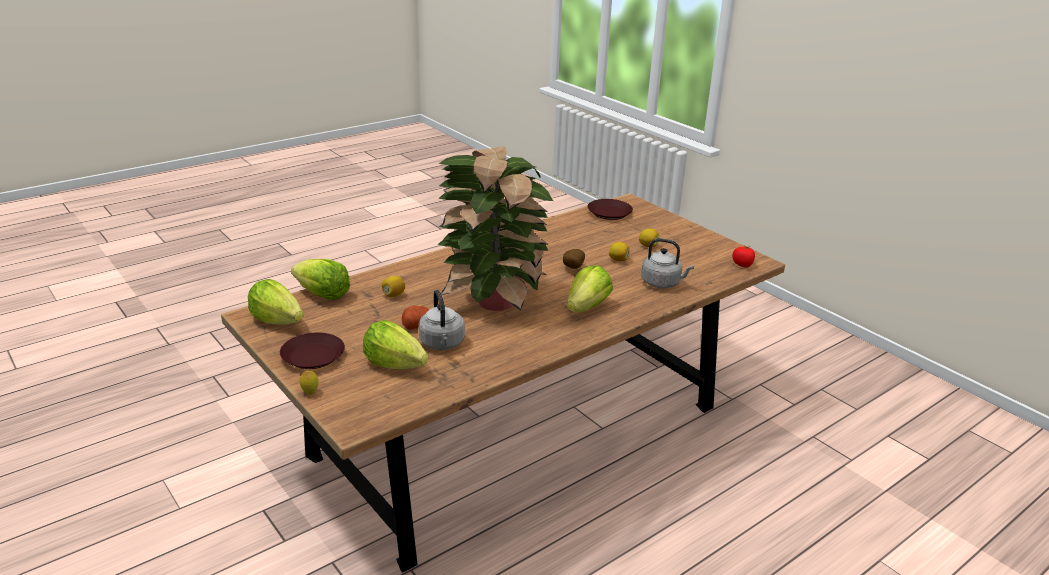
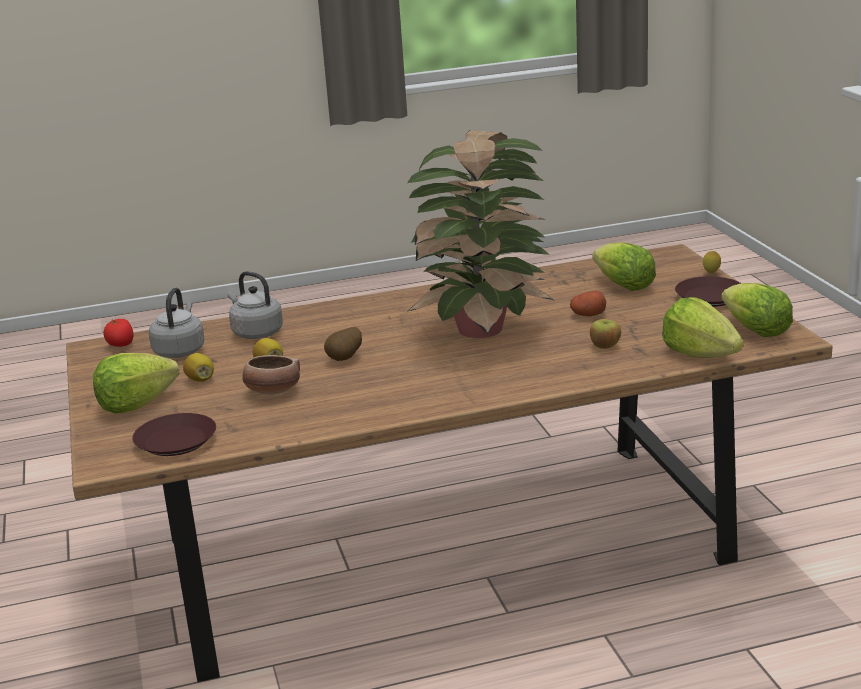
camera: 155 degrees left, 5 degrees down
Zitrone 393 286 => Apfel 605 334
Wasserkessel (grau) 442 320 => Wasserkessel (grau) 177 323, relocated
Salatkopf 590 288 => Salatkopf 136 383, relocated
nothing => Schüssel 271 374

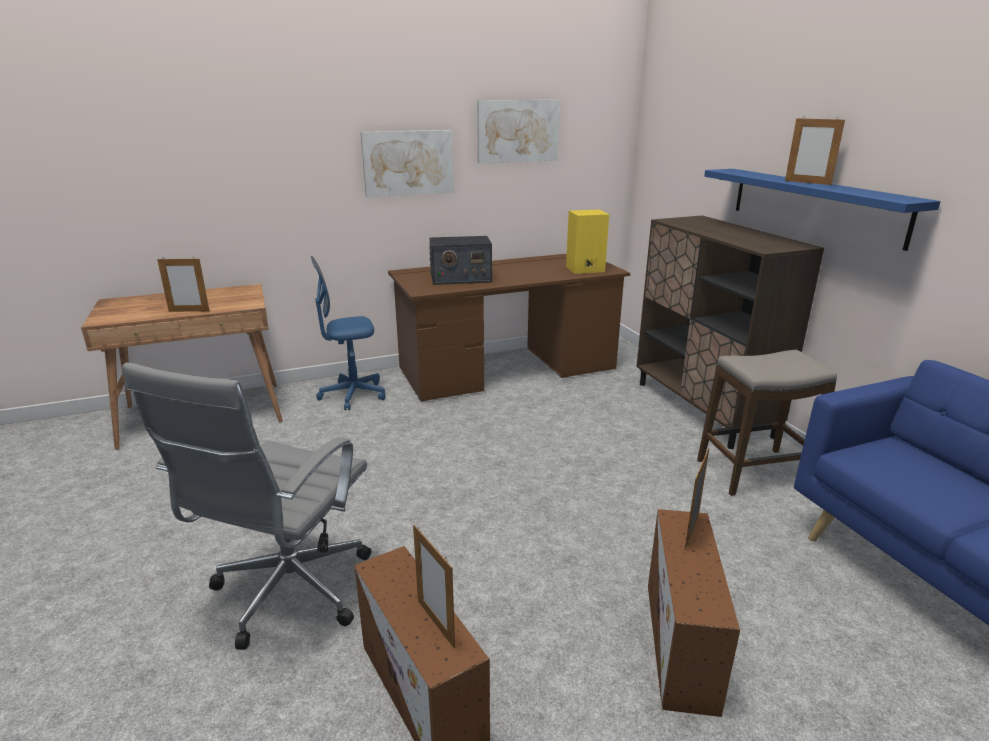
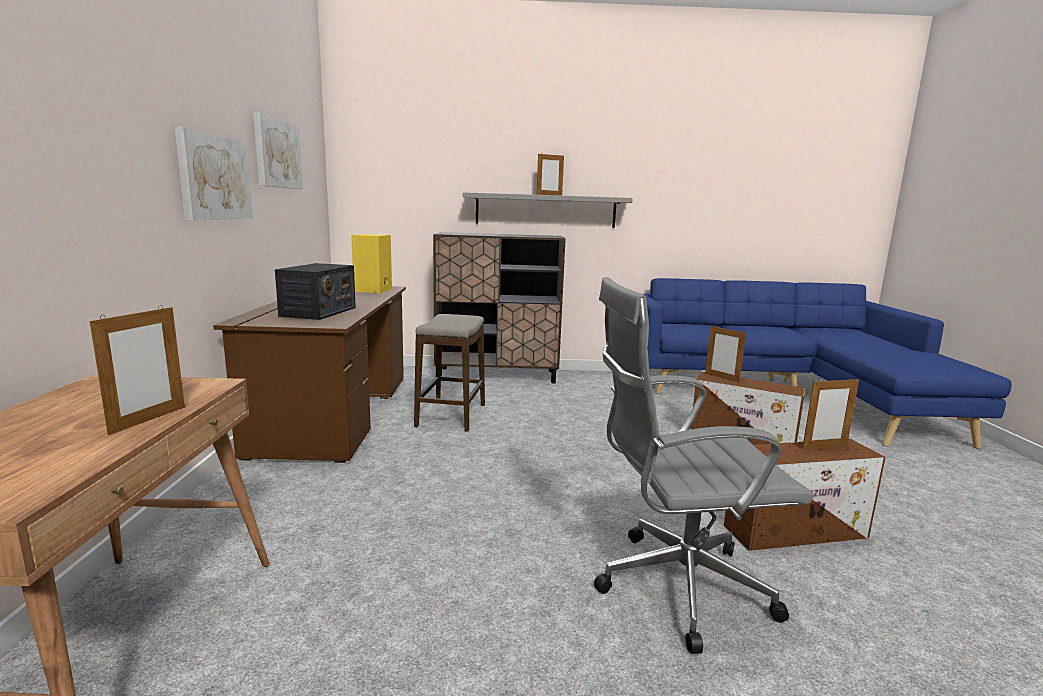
camera: 70 degrees left, 10 degrees down
Bürostuhl (grau) 246 506 => Bürostuhl (grau) 703 465, 135 degrees clockwise
Bürostuhl (blau) 348 333 => nothing
Hocker 767 423 => Hocker 449 373, relocated
Wandregal (blau) 822 210 => Wandregal (grau) 548 210

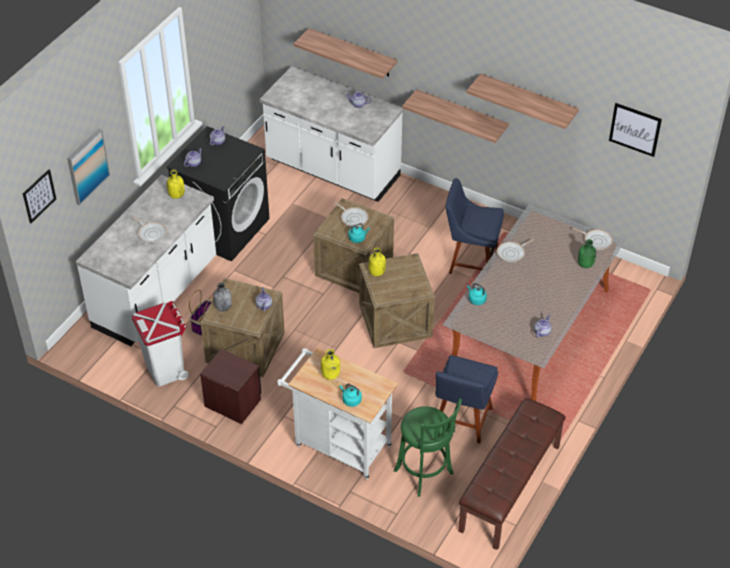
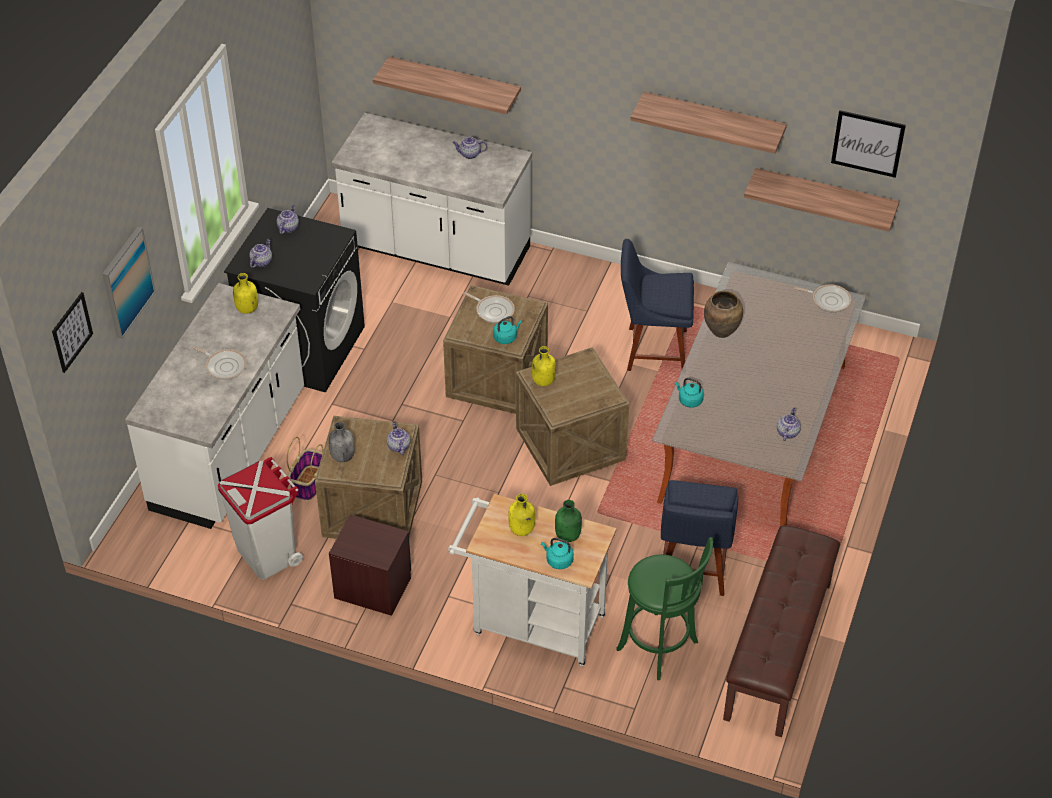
camera: 10 degrees left, 0 degrees up
Wandregal 455 116 => Wandregal 821 199, relocated
Pfanne 515 251 => Vase (braun) 723 314
Flasche (grün) 587 253 => Flasche (grün) 568 521, relocated

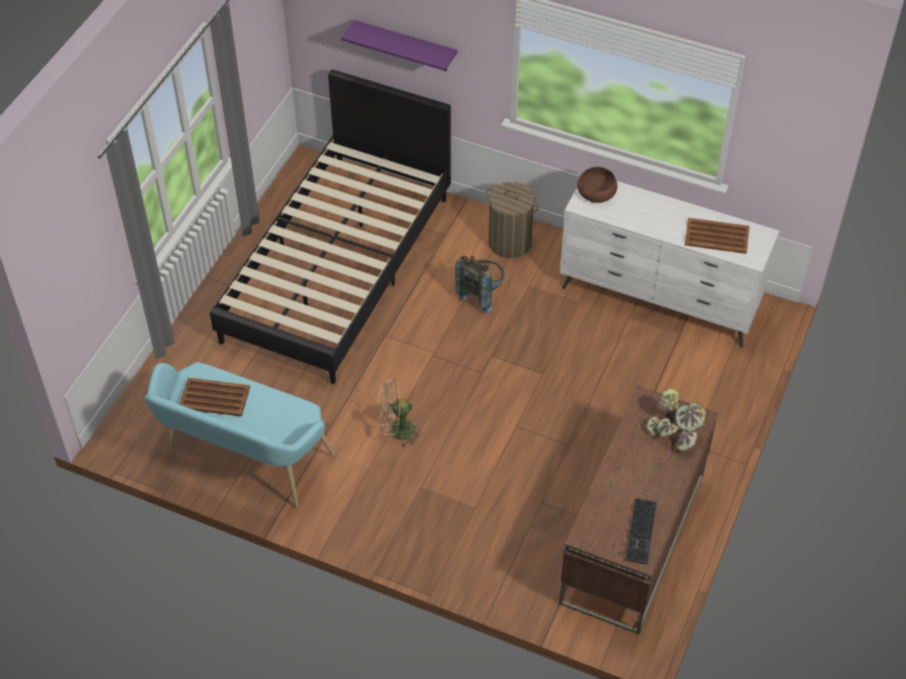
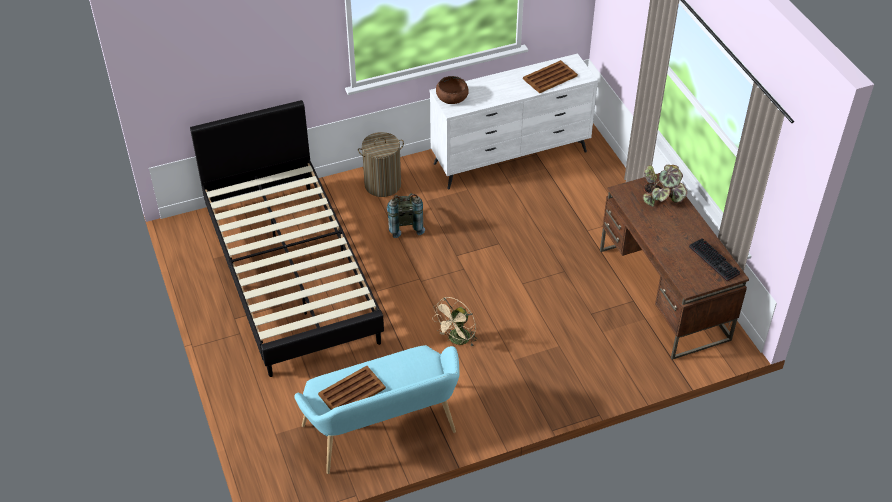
camera: 45 degrees left, 5 degrees down
Wandregal (lila) 399 45 => nothing

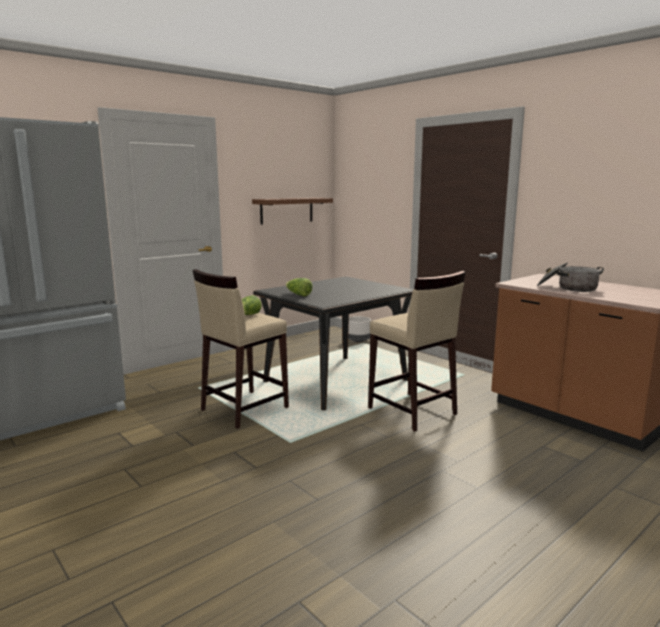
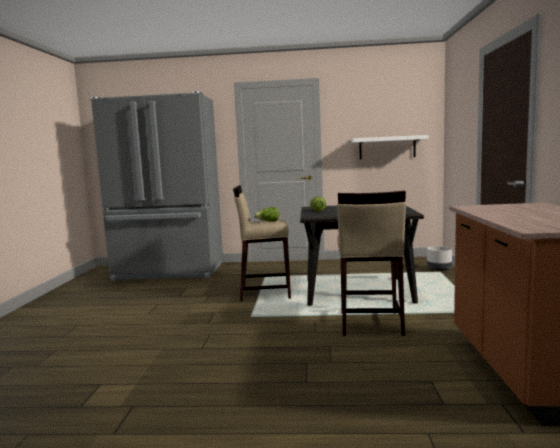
camera: 45 degrees right, 5 degrees down
Wandregal (braun) 292 211 => Wandregal (weiß) 390 147
Kochtopf 570 277 => nothing

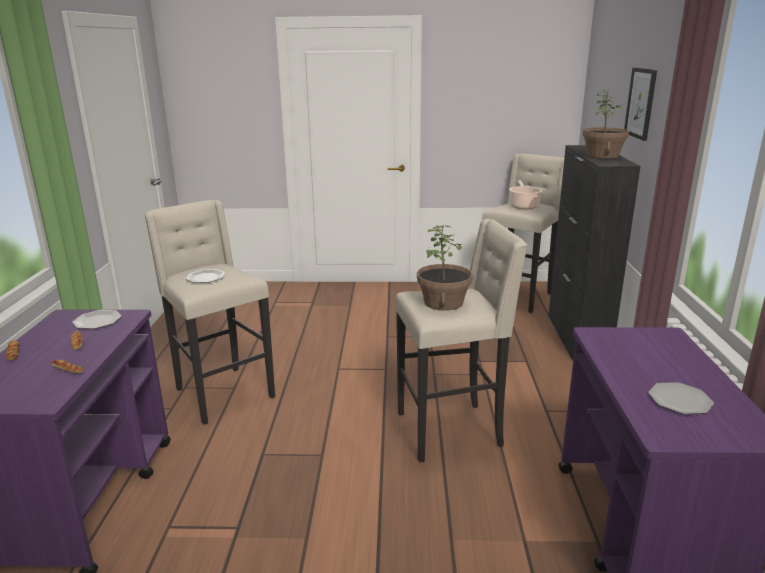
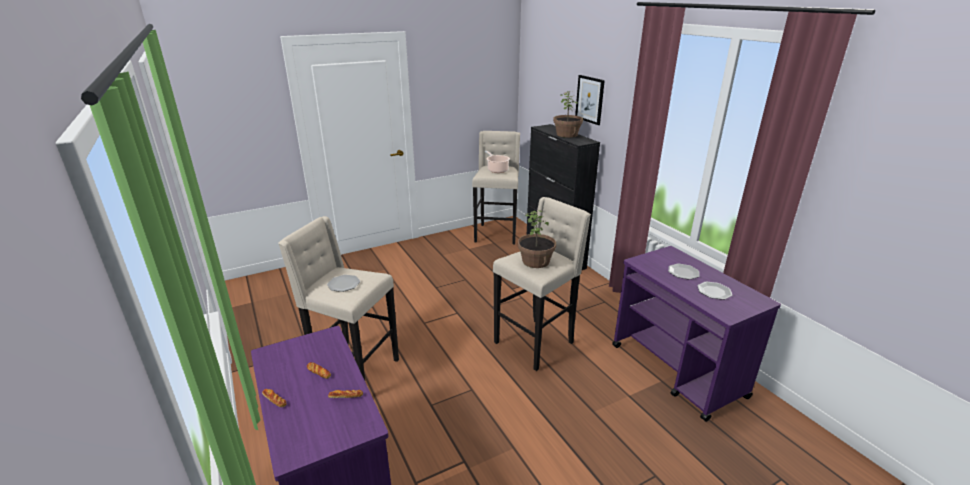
camera: 30 degrees left, 5 degrees up
Teller 97 319 => Teller 684 271, relocated

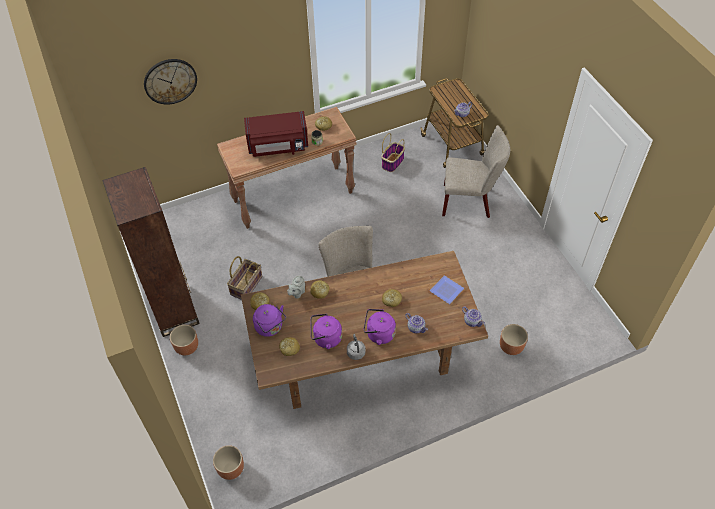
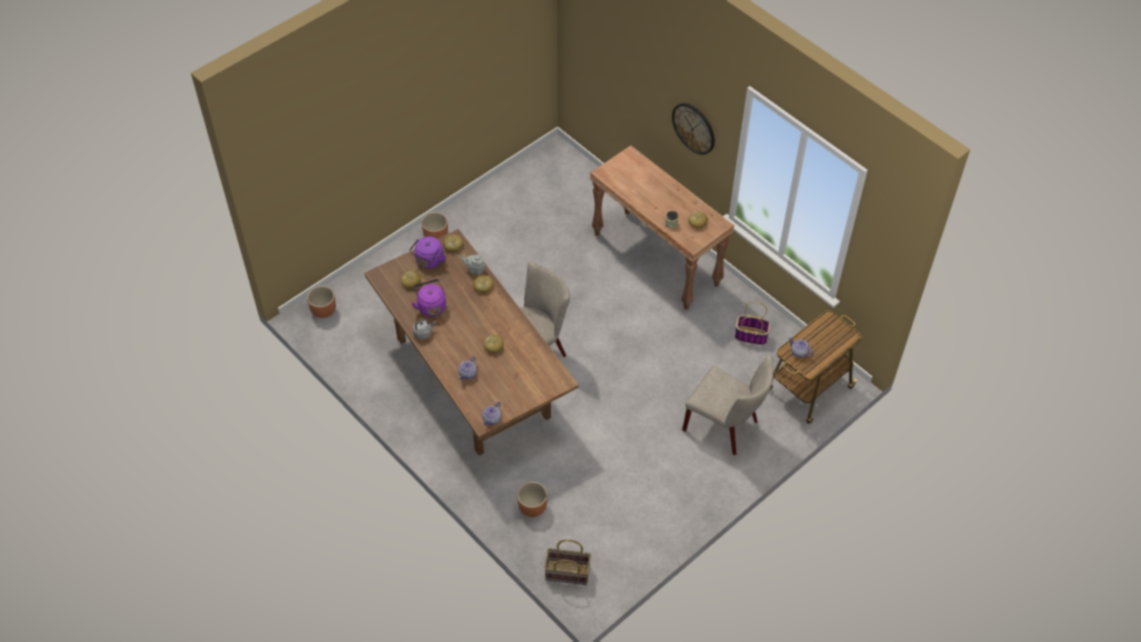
camera: 70 degrees right, 0 degrees up
Bücherregal (braun) 151 252 => nothing
Wanduhr 170 82 => Wanduhr 693 129, relocated
Korb 244 278 => Korb 567 562, relocated
Mikrowelle (rot) 276 134 => nothing
Wasserkessel (lila) 380 327 => nothing
Teller 447 289 => nothing
Stuhl (beige) 476 171 => Stuhl (beige) 728 404, 45 degrees counterclockwise

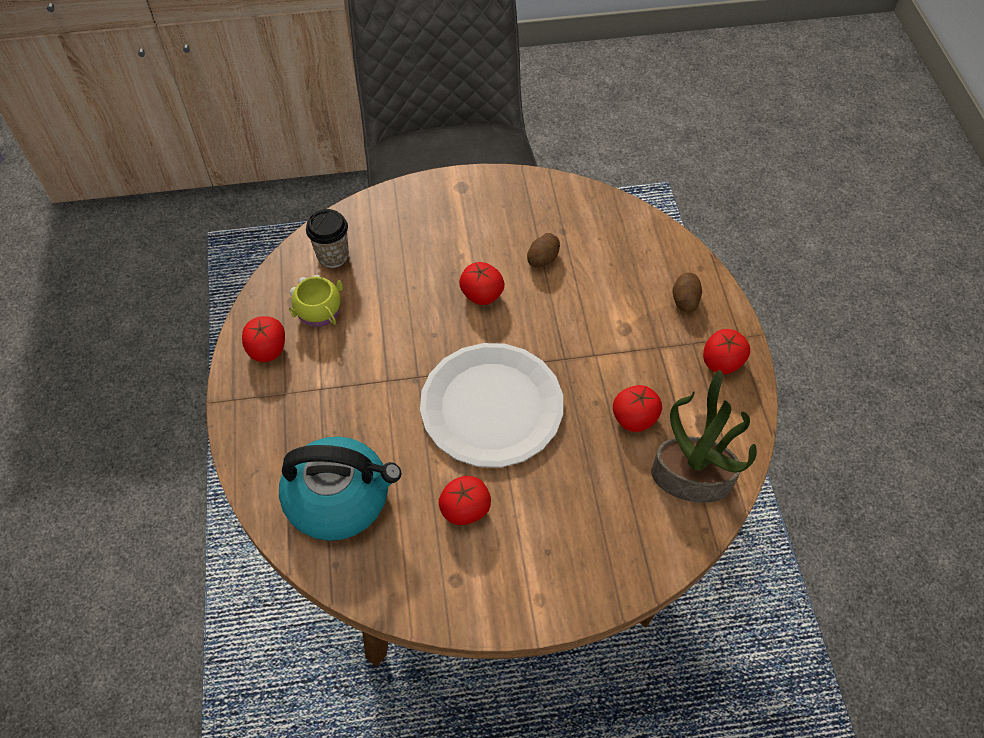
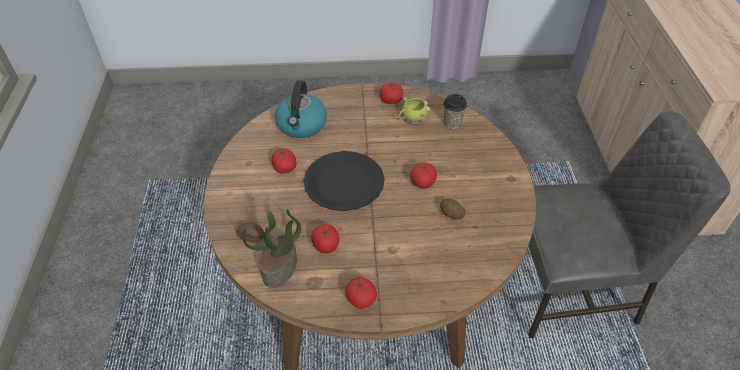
camera: 95 degrees right, 10 degrees down
Teller (weiß) 491 405 => Teller (schwarz) 344 181
Kartoffel 687 292 => Kartoffel 250 233, relocated

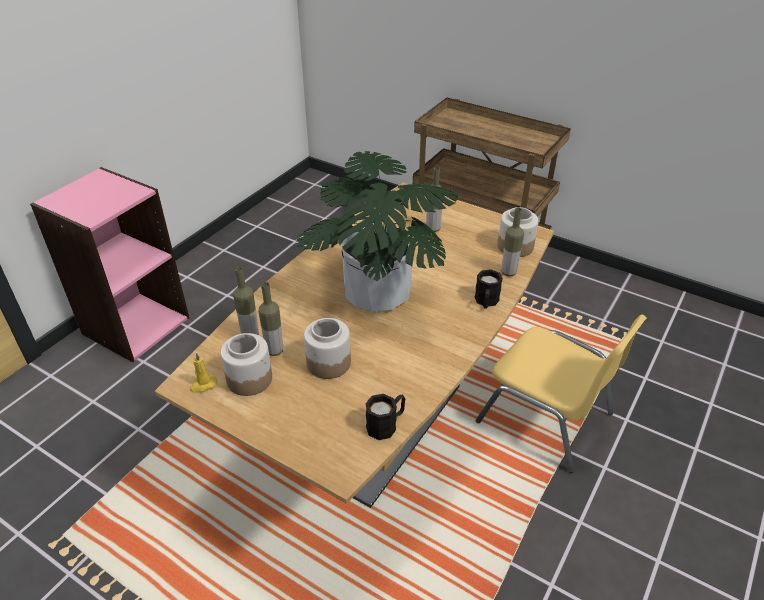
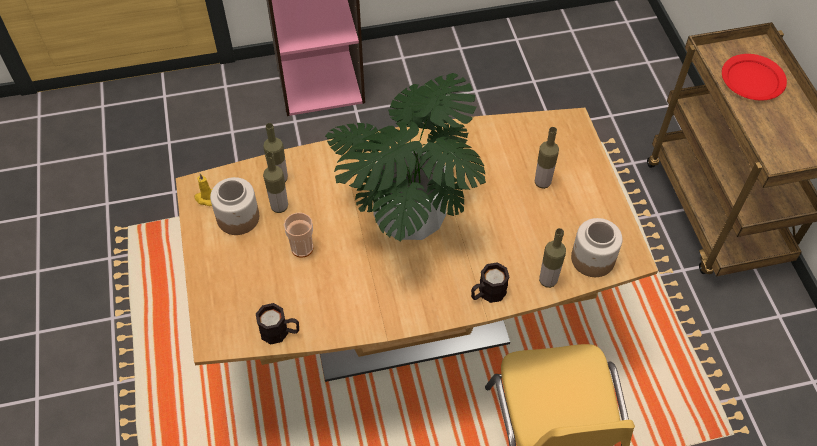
camera: 45 degrees right, 15 degrees up
Vorratsglas 327 348 => Tasse 299 235
nothing => Teller (rot) 754 77

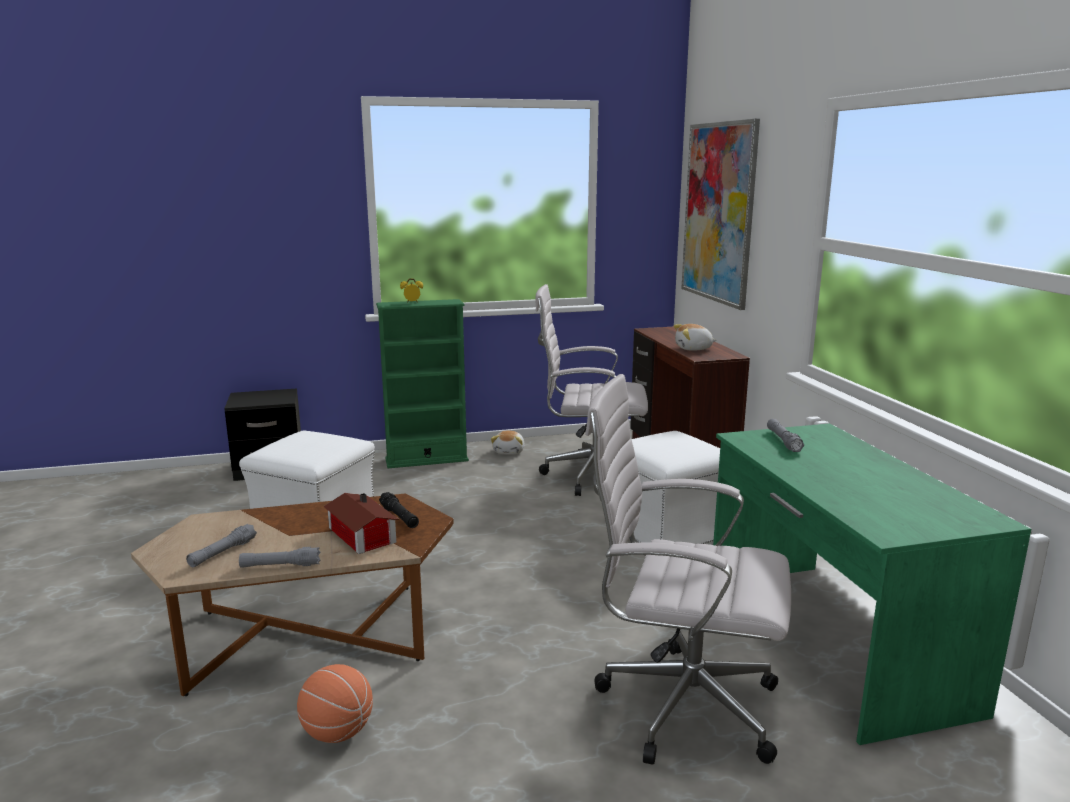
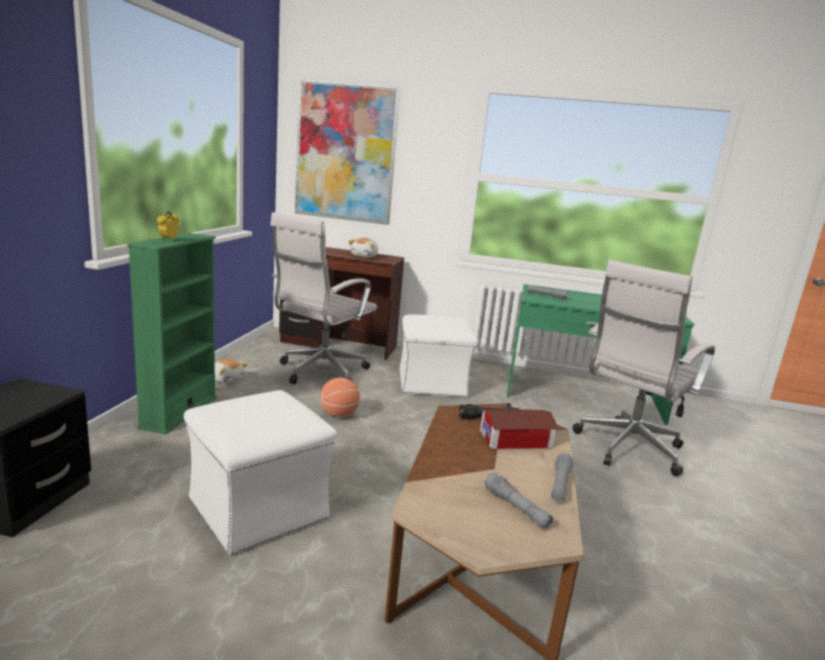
camera: 65 degrees left, 0 degrees up
Basketball 335 703 => Basketball 340 397, relocated

